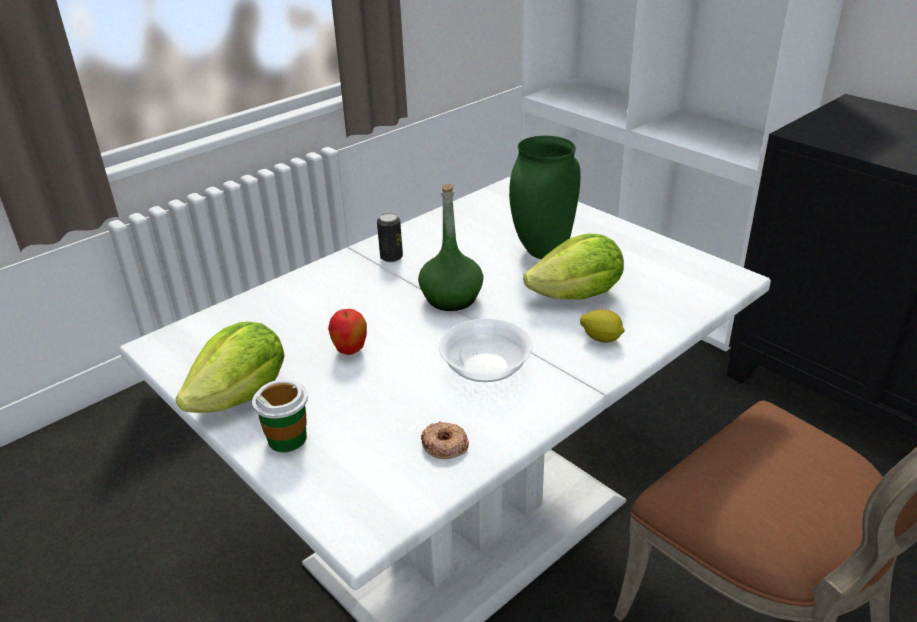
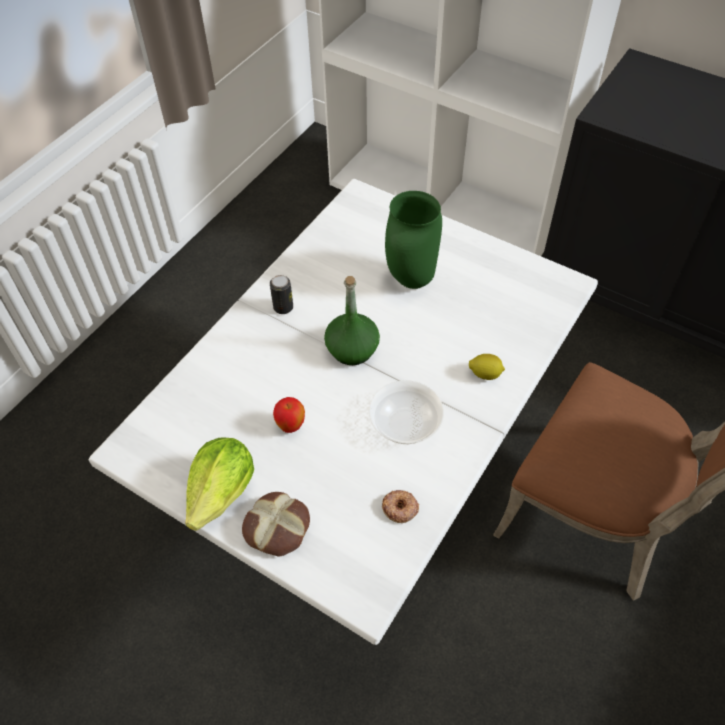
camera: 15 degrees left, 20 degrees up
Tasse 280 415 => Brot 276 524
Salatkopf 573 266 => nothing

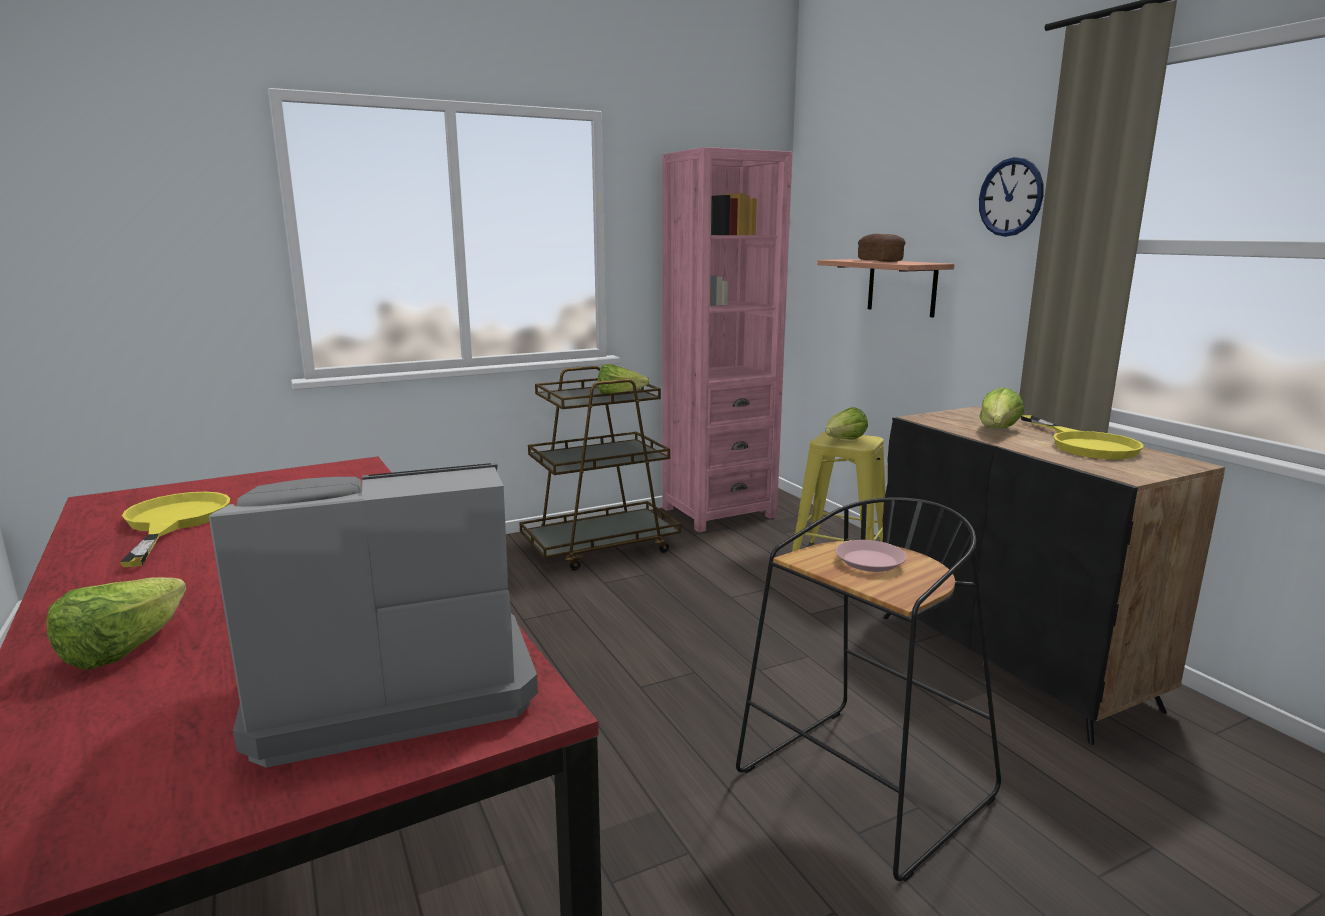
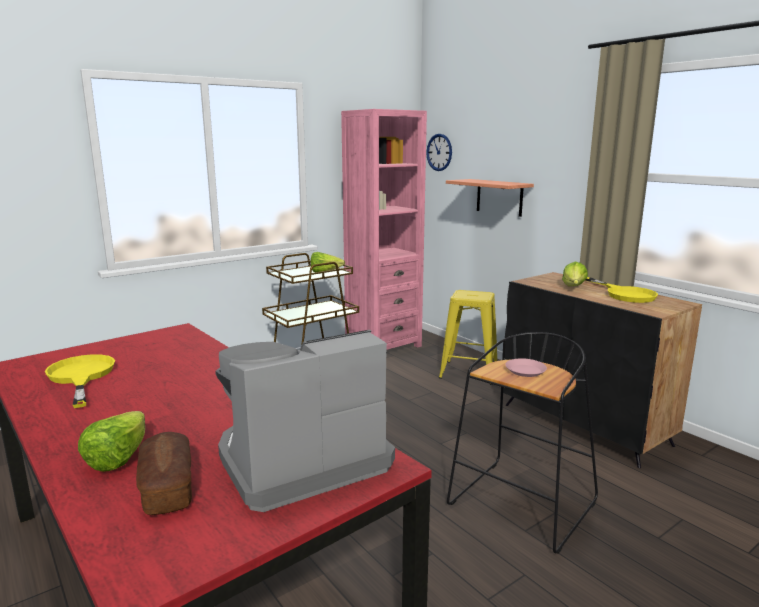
camera: 10 degrees left, 0 degrees up
Salatkopf 846 423 => nothing
Brot 881 248 => Brot 164 473, relocated
Wanduhr 1011 197 => Wanduhr 439 152, relocated

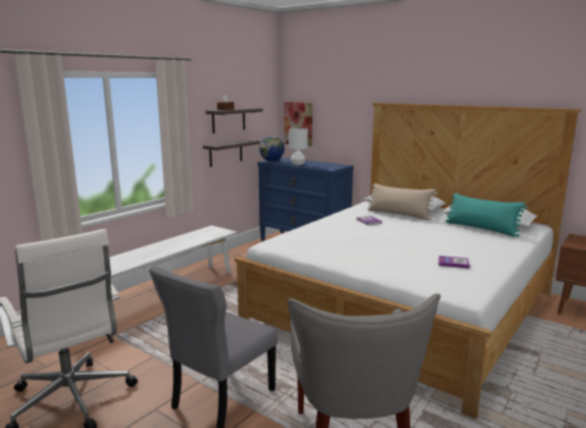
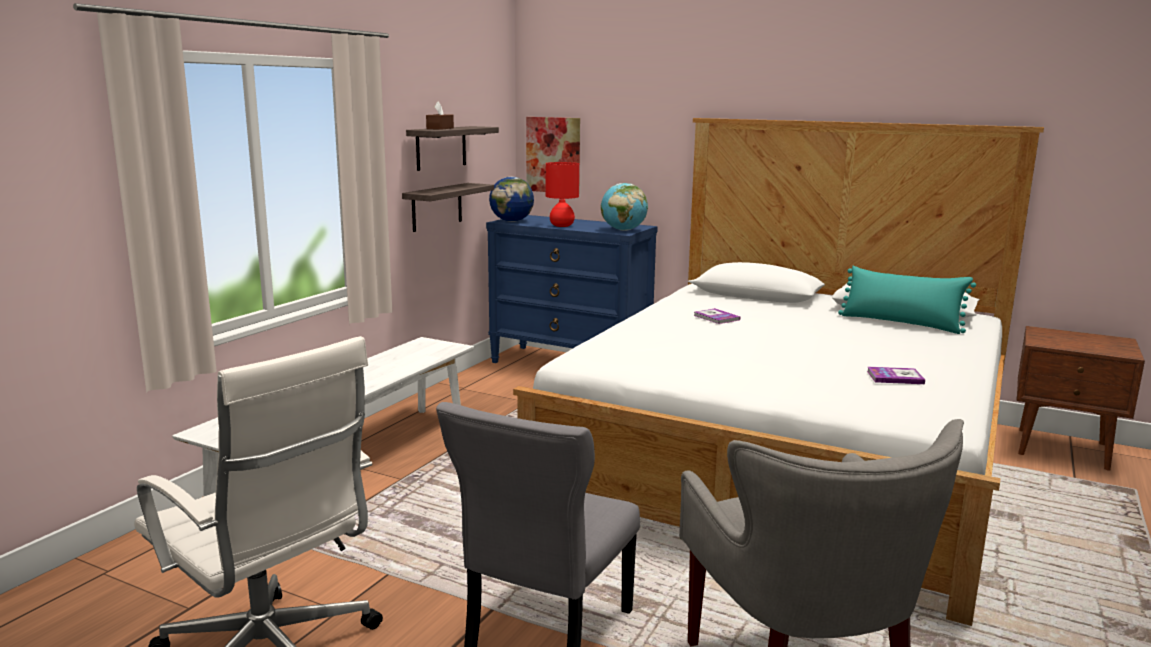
camera: 10 degrees left, 0 degrees up
Tischlampe (weiß) 298 146 => Tischlampe (rot) 562 194
Kissen (beige) 402 201 => nothing
nothing => Globus 624 207

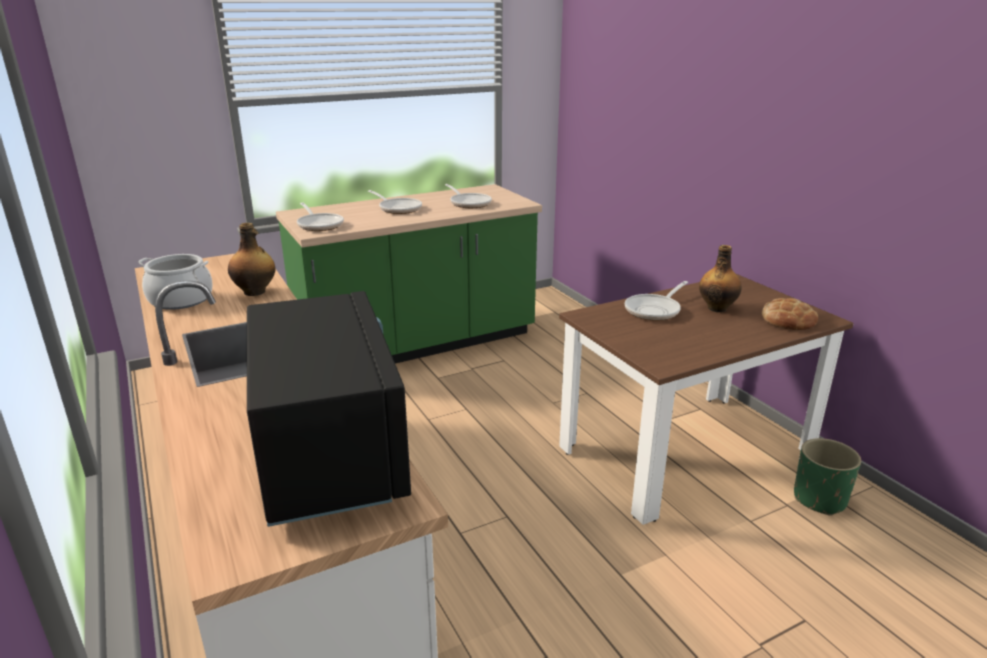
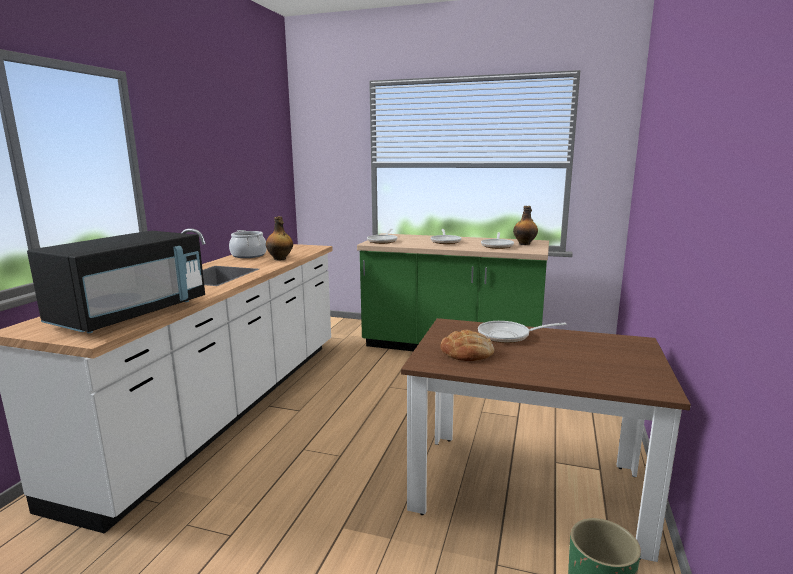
camera: 45 degrees right, 10 degrees down
Flasche 720 278 => Flasche 525 225, relocated
Brot 790 314 => Brot 467 345, relocated

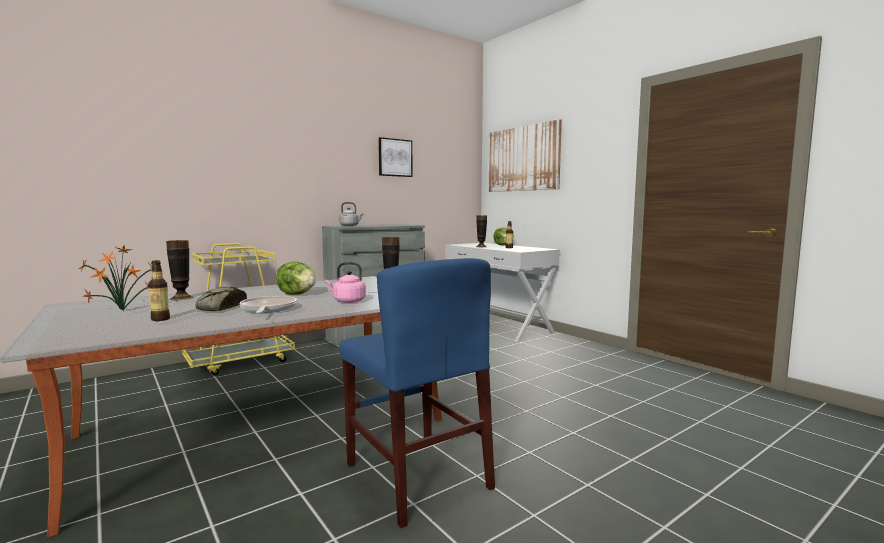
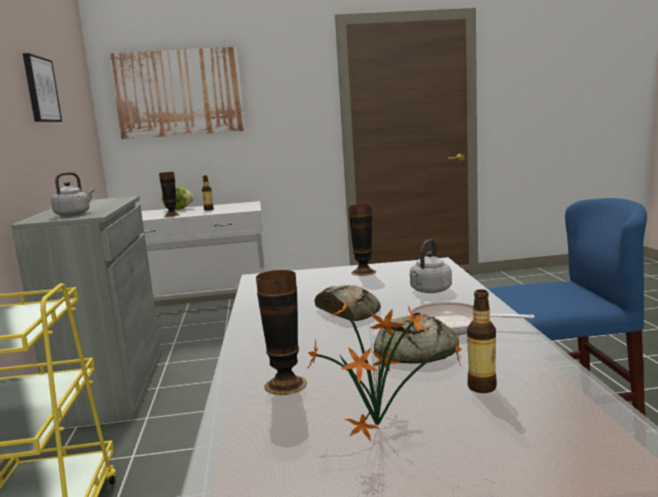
camera: 60 degrees left, 5 degrees up
Salatkopf 296 278 => Brot 348 303
Wasserkessel (rosa) 345 282 => Wasserkessel (grau) 431 266

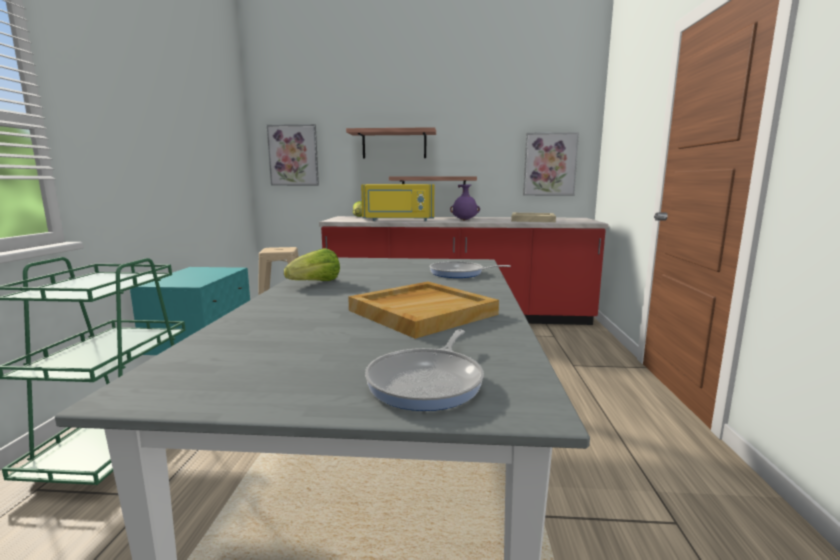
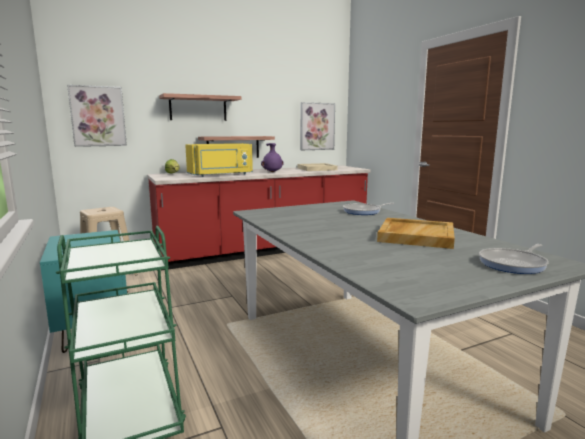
camera: 30 degrees left, 0 degrees up
Salatkopf 312 264 => nothing
Pfanne 424 370 => Pfanne 514 259, 60 degrees clockwise

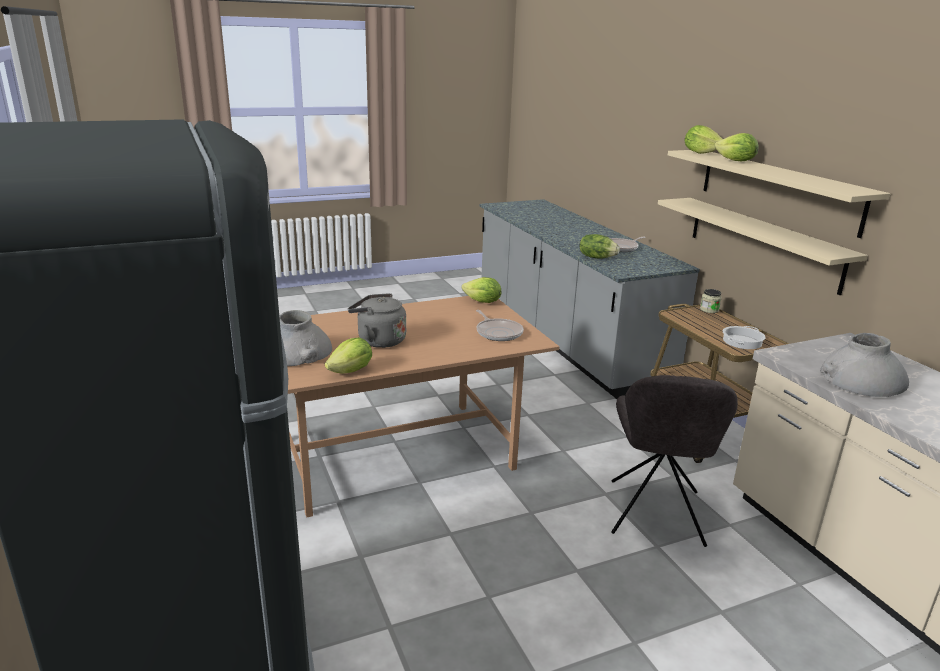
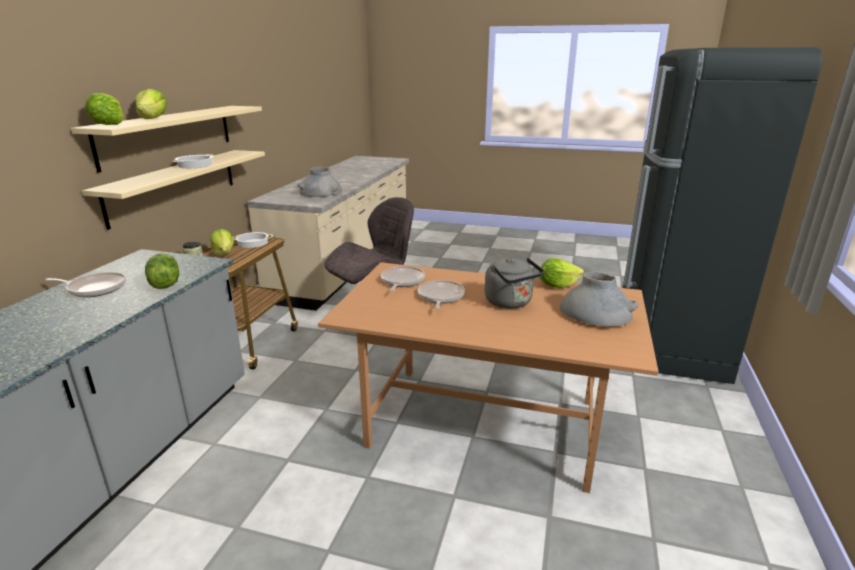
camera: 140 degrees left, 0 degrees up
Salatkopf 481 290 => Salatkopf 222 242, relocated
nothing => Kochtopf 193 161
nothing => Pfanne 441 294

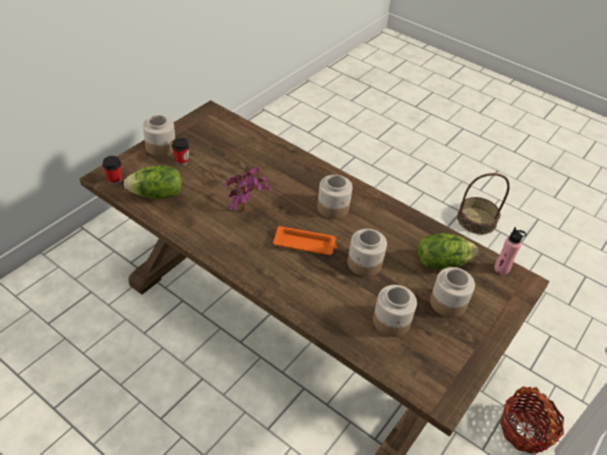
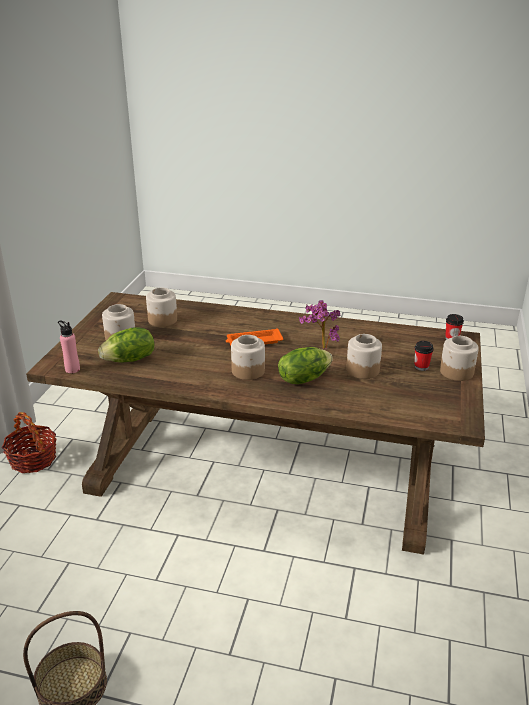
camera: 160 degrees right, 15 degrees down
Salatkopf 153 182 => Salatkopf 305 365, relocated
Vorratsglas 367 253 => Vorratsglas 364 356, relocated

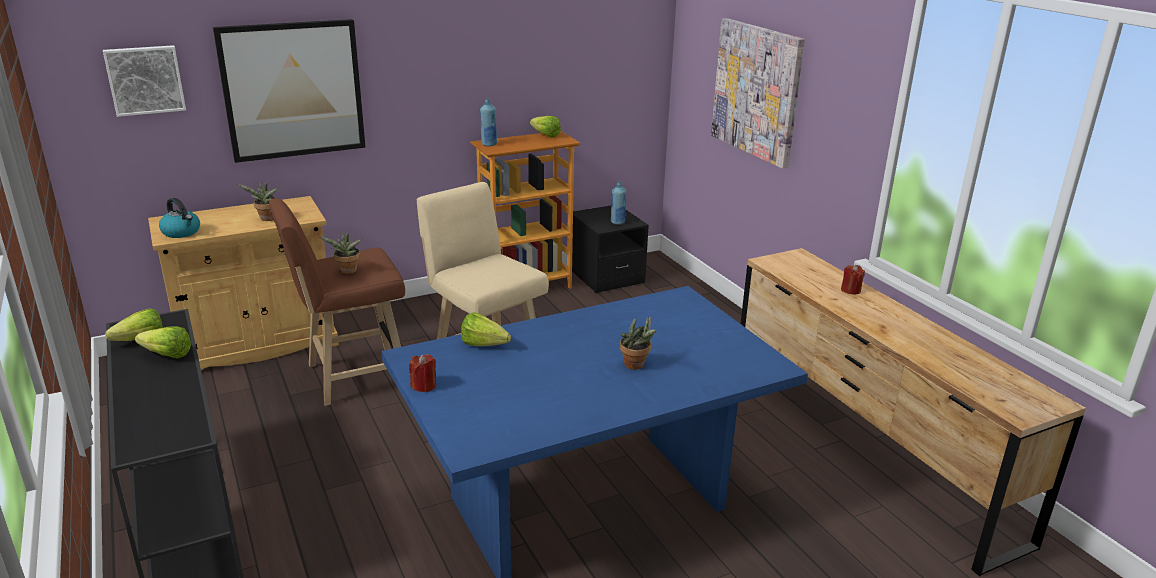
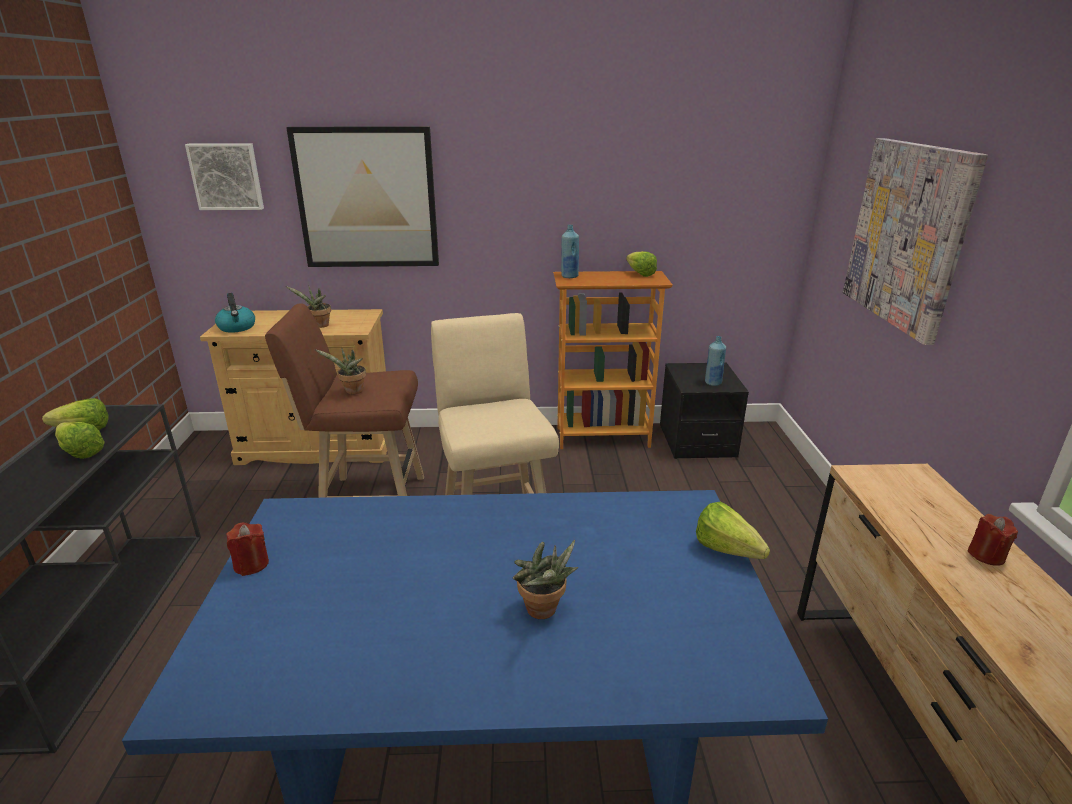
camera: 25 degrees right, 0 degrees up
Salatkopf 486 329 => Salatkopf 733 530, relocated

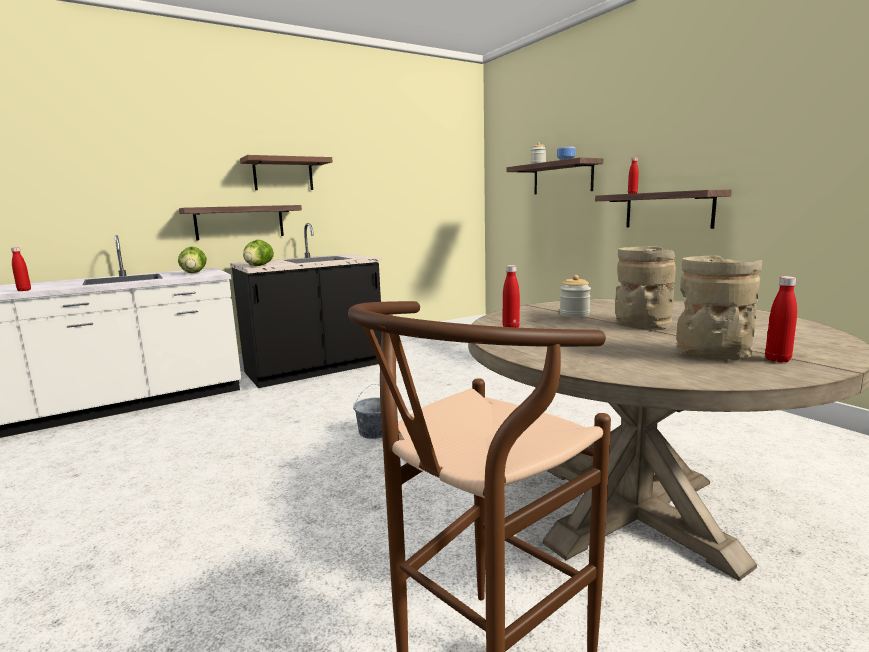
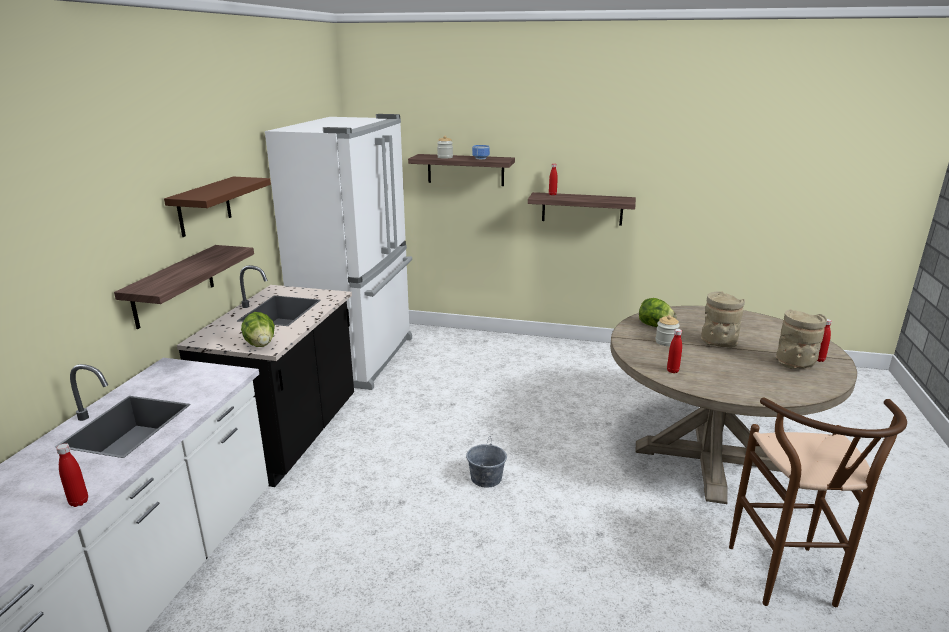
camera: 45 degrees left, 10 degrees up
Salatkopf 192 259 => Salatkopf 657 312, relocated
nothing => Kühlschrank (weiß) 338 252

